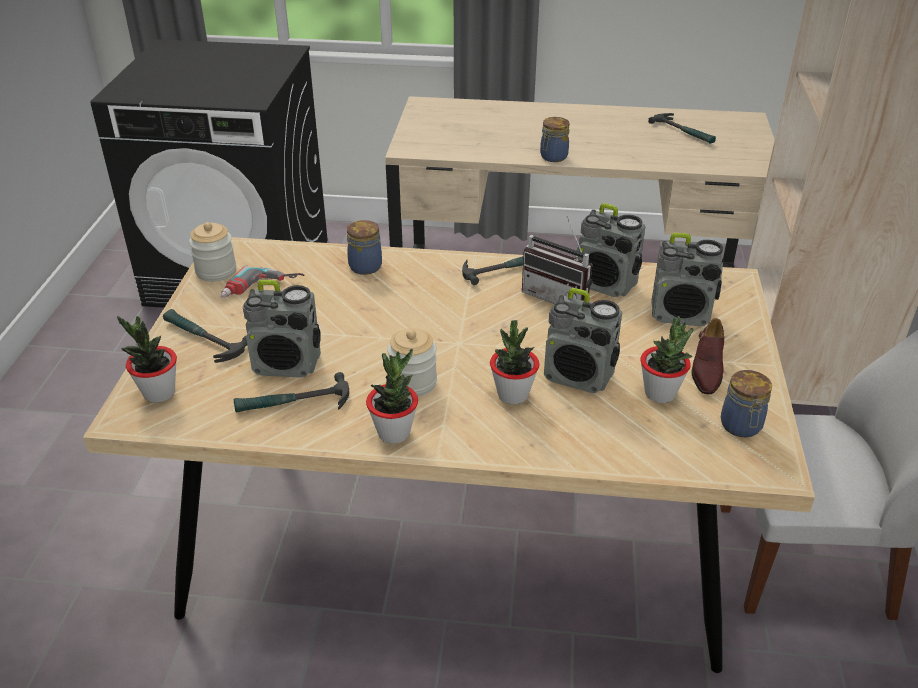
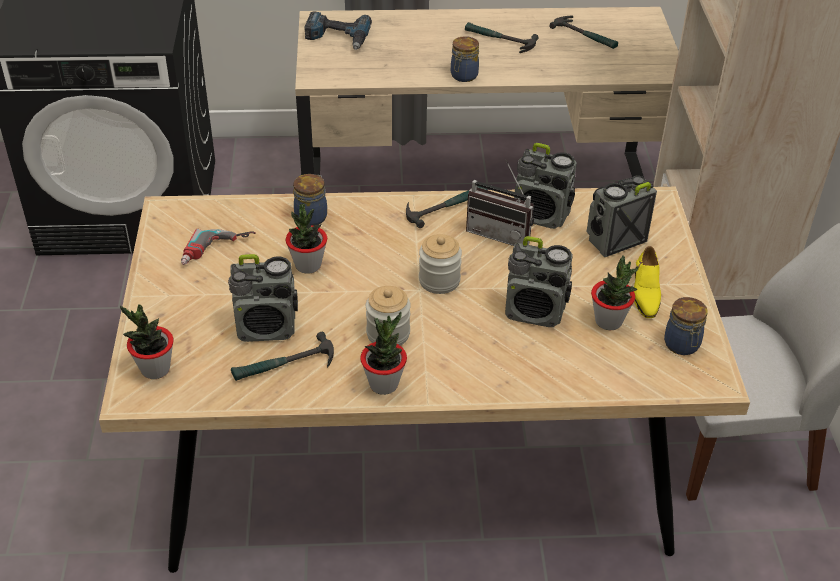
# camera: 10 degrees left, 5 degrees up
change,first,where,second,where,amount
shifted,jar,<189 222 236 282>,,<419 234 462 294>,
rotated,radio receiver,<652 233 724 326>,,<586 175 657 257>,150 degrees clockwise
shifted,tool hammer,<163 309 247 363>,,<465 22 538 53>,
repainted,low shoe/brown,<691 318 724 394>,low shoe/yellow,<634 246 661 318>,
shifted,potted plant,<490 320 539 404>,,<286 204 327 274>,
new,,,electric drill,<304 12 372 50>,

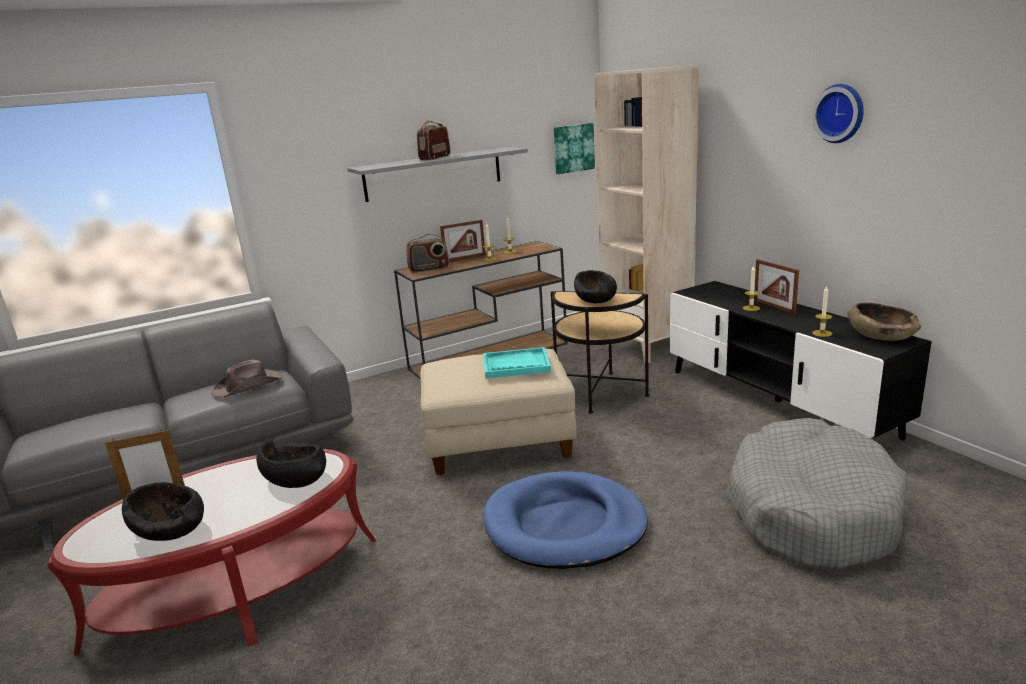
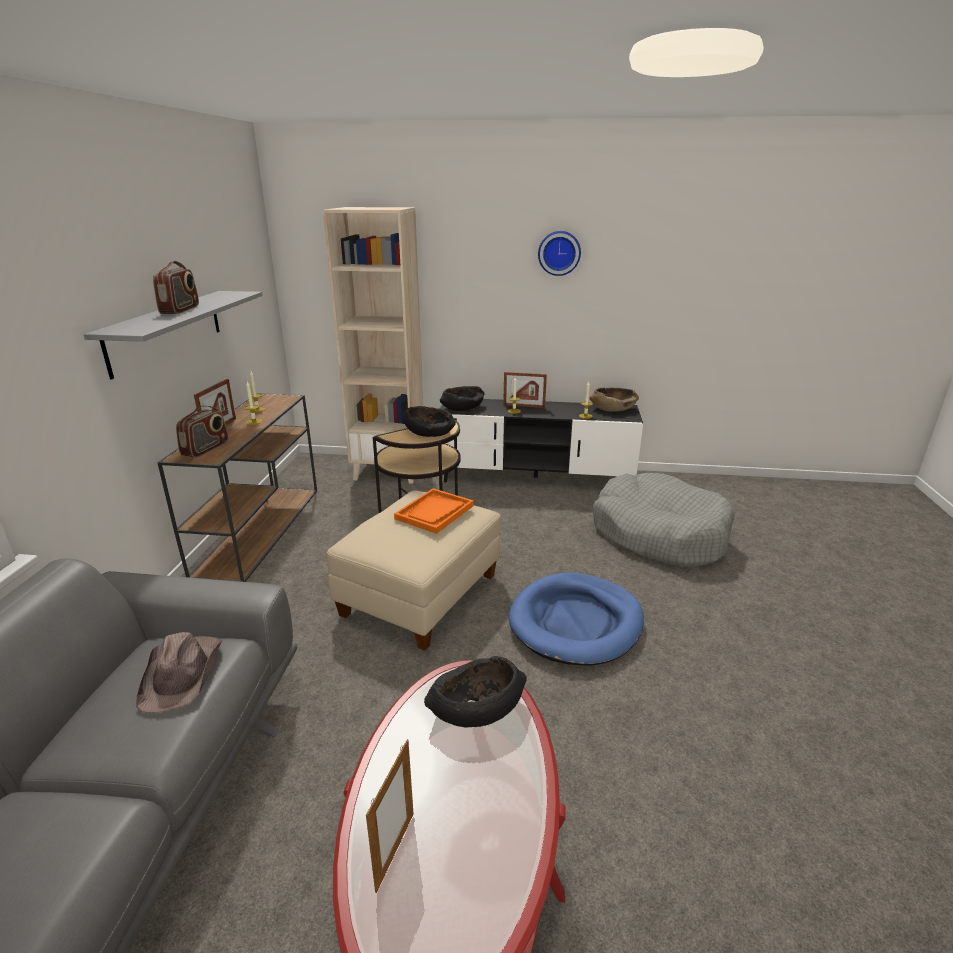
# camera: 55 degrees left, 5 degrees up
change,first,where,second,where,amount
rotated,radio receiver,<417 120 451 160>,,<153 261 199 314>,150 degrees counterclockwise
gone,wall art,<554 123 595 174>,,,
repainted,carrying tray/blue-green,<483 347 551 378>,carrying tray/orange-coloured,<394 488 474 534>,
shifted,deep dish/black-coloured,<122 482 204 541>,,<440 386 485 411>,

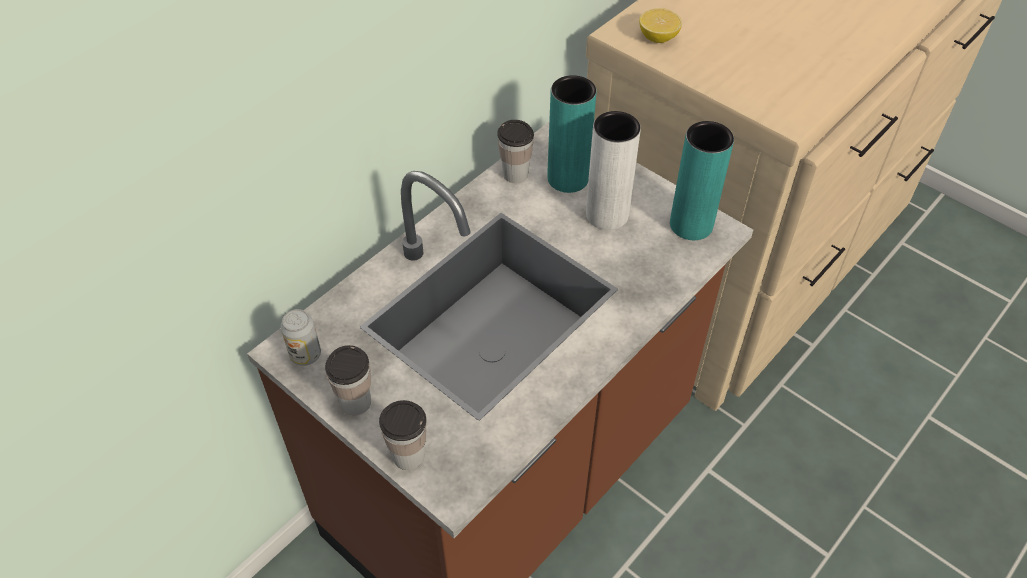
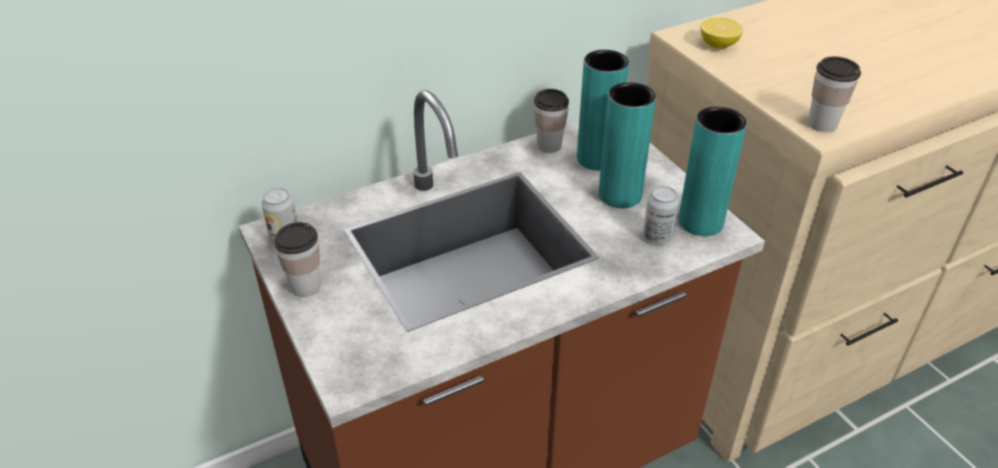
# camera: 20 degrees right, 10 degrees down
change,first,where,second,where,amount
repainted,flower vase/white,<586 111 641 230>,flower vase/blue-green,<599 82 656 208>,
shifted,drinking cup,<379 400 427 470>,,<808 57 861 132>,
new,,,sealed can,<643 186 679 244>,

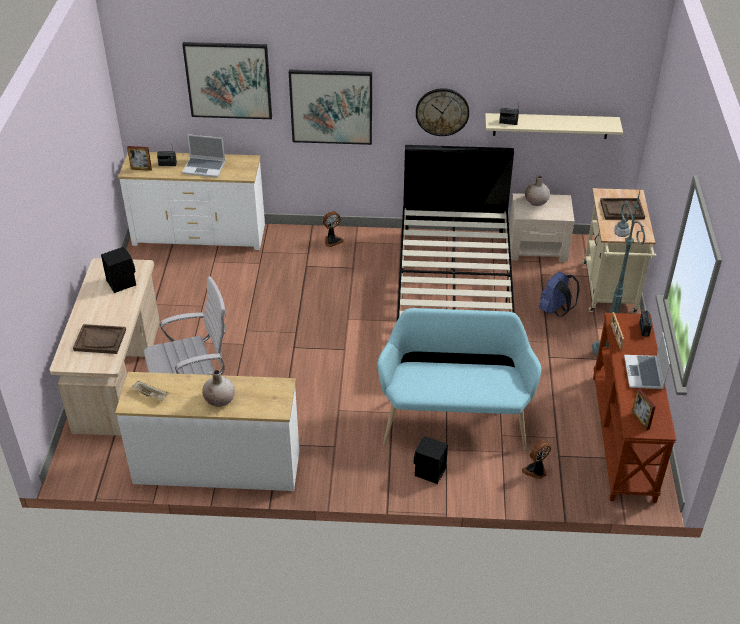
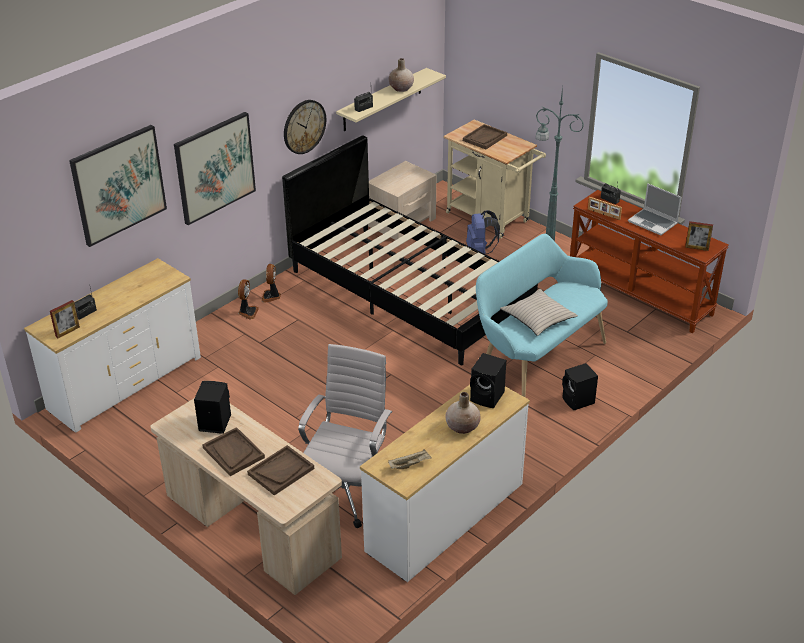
# camera: 50 degrees left, 5 degrees down
change,first,where,second,where,amount
gone,notebook computer,<182 134 225 177>,,,
shifted,flower vase/beige,<525 175 550 206>,,<389 58 414 92>,
shifted,cooling fan,<522 440 551 479>,,<262 264 281 303>,
new,,,throw pillow/beige,<500 289 578 336>,
new,,,audio speaker/black-coloured,<470 353 506 408>,
new,,,carrying tray/brown,<202 427 265 476>,

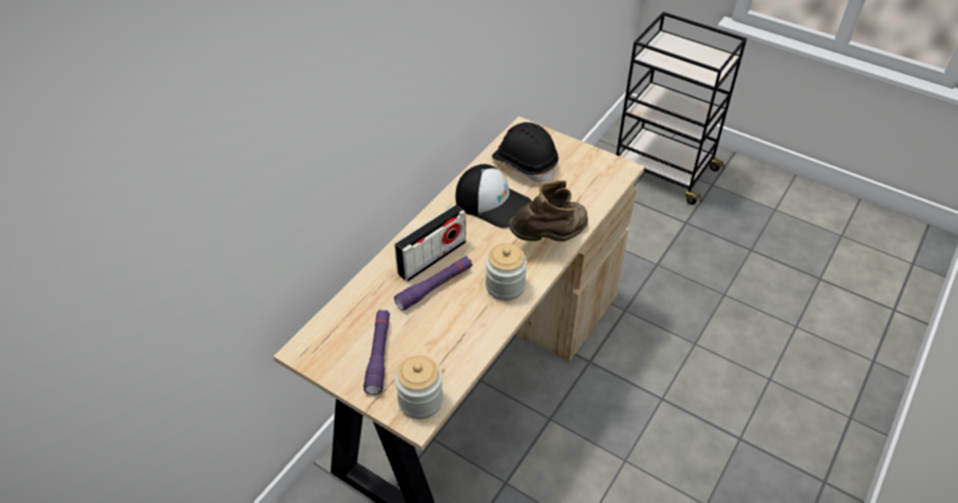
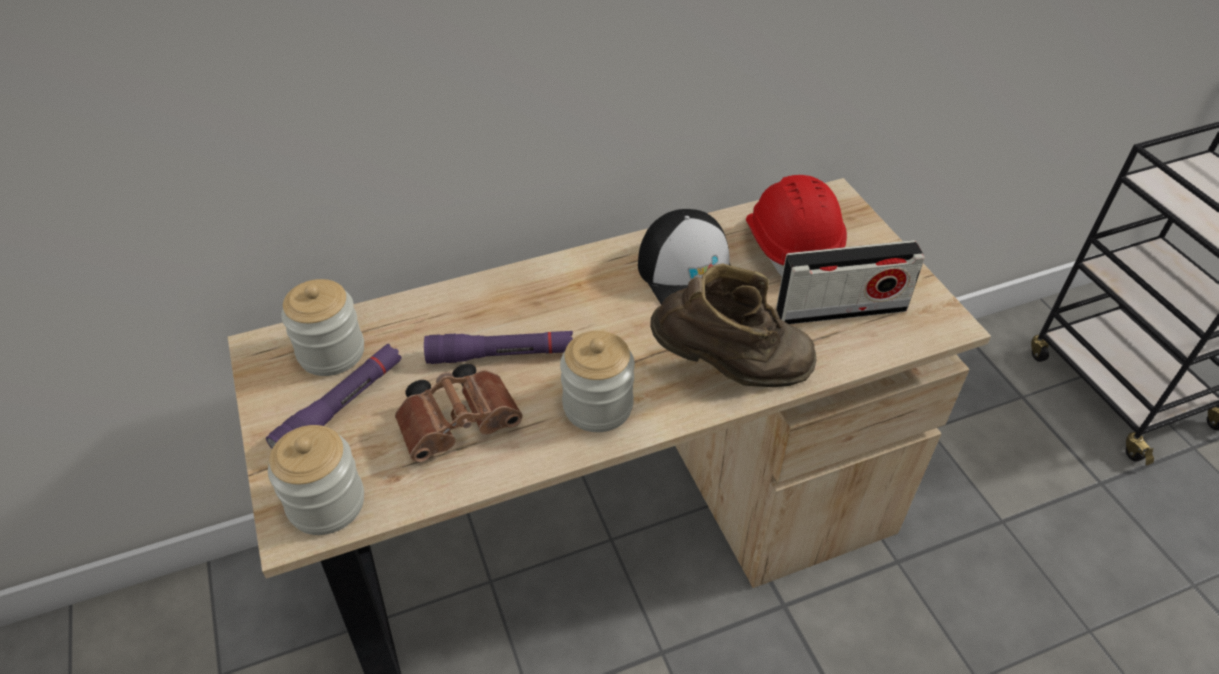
# camera: 35 degrees right, 0 degrees up
change,first,where,second,where,amount
repainted,safety helmet/black-coloured,<492 122 559 182>,safety helmet/reddish,<746 175 847 276>,
shifted,radio receiver,<394 204 466 282>,,<776 240 925 324>,
new,,,jar,<281 279 364 376>,
new,,,binoculars/brown,<395 364 523 462>,

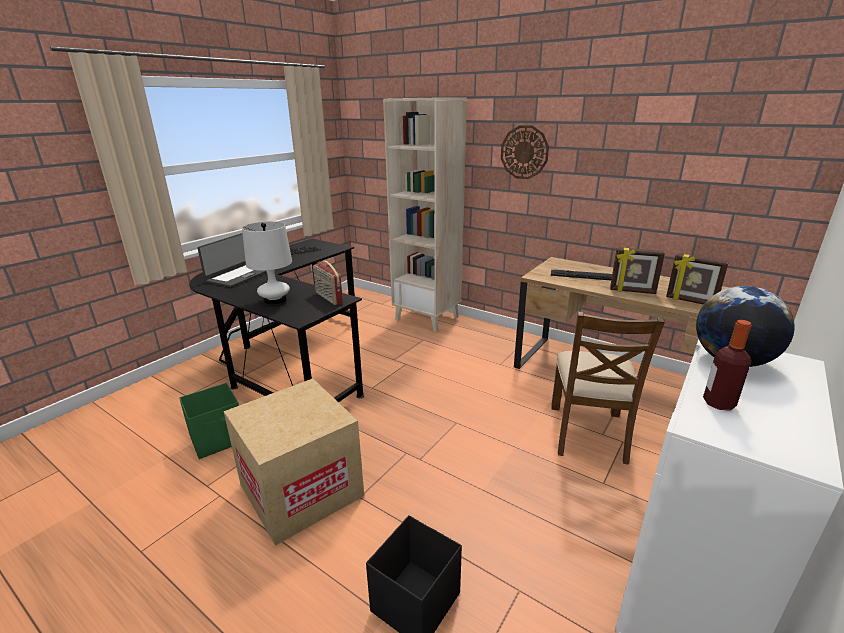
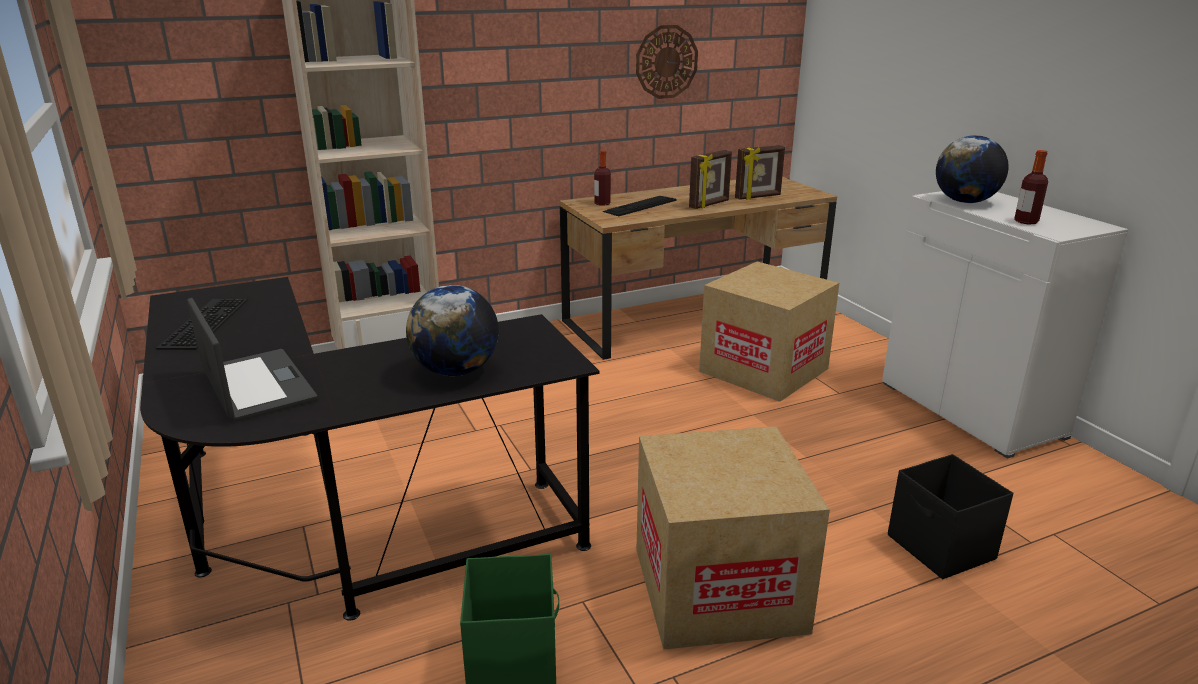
# camera: 60 degrees left, 0 degrees up
change,first,where,second,where,amount
shifted,clock on the wall,<501 125 549 179>,,<636 25 698 99>,
swapped,lamp for a table/white,<242 221 292 305>,desk globe,<406 285 499 376>,
gone,radio receiver,<313 261 343 305>,,,
swapped,upright chair/brown,<551 311 665 465>,carton,<699 262 839 402>,
new,,,drink bottle,<594 150 611 206>,

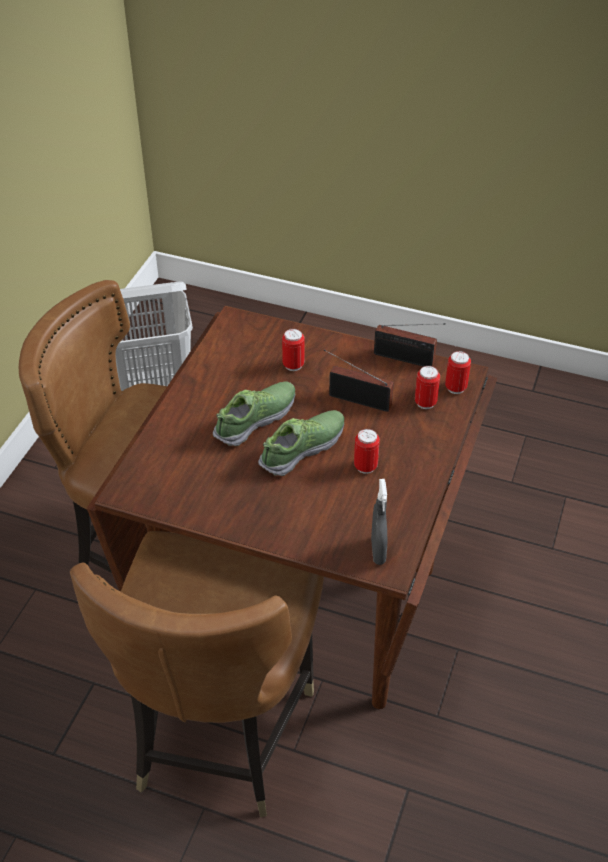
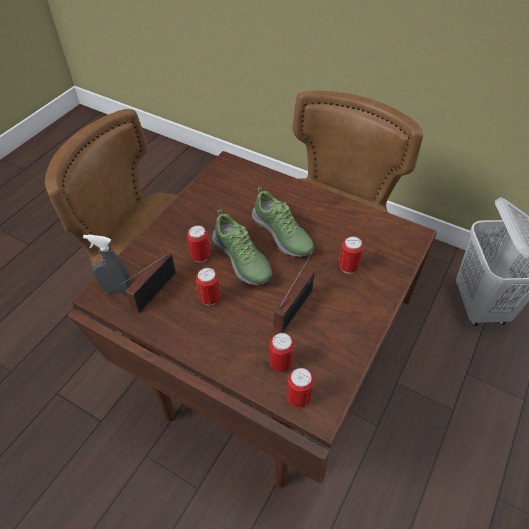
# camera: 100 degrees right, 5 degrees up
change,first,where,second,where,amount
shifted,radio receiver,<374 323 446 367>,,<120 251 176 313>,
new,,,sealed can,<187 225 210 262>,

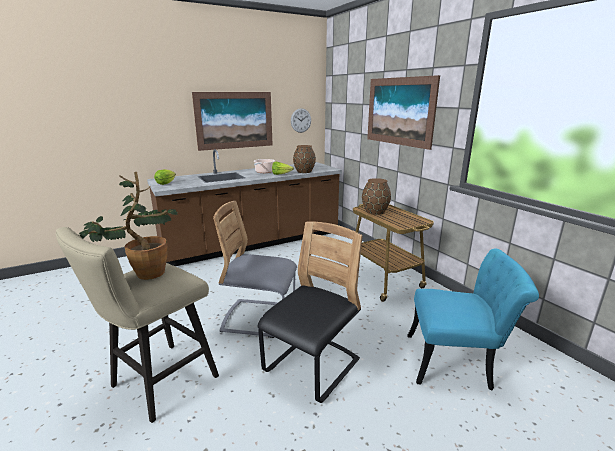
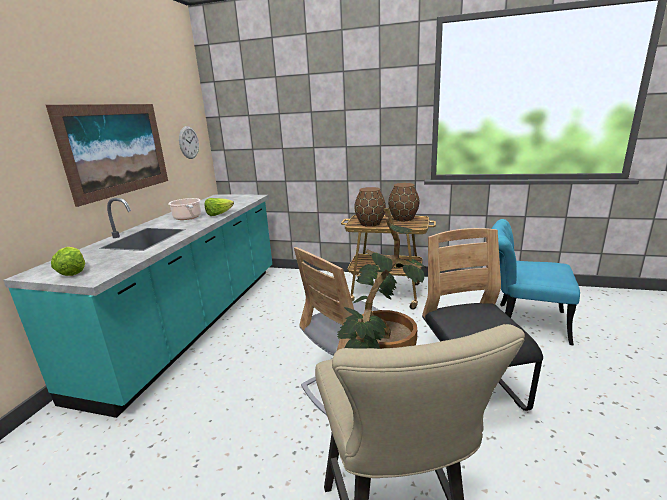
# camera: 45 degrees left, 0 degrees up
change,first,where,second,where,amount
gone,wall art,<367 75 440 150>,,,
shifted,flower vase/brown,<293 145 316 173>,,<388 183 419 221>,
repainted,kitchen counter/brown,<147 149 342 266>,kitchen counter/blue-green,<3 194 272 418>,
rotated,upright chair/blue-green,<407 249 539 390>,,<492 219 580 345>,120 degrees counterclockwise

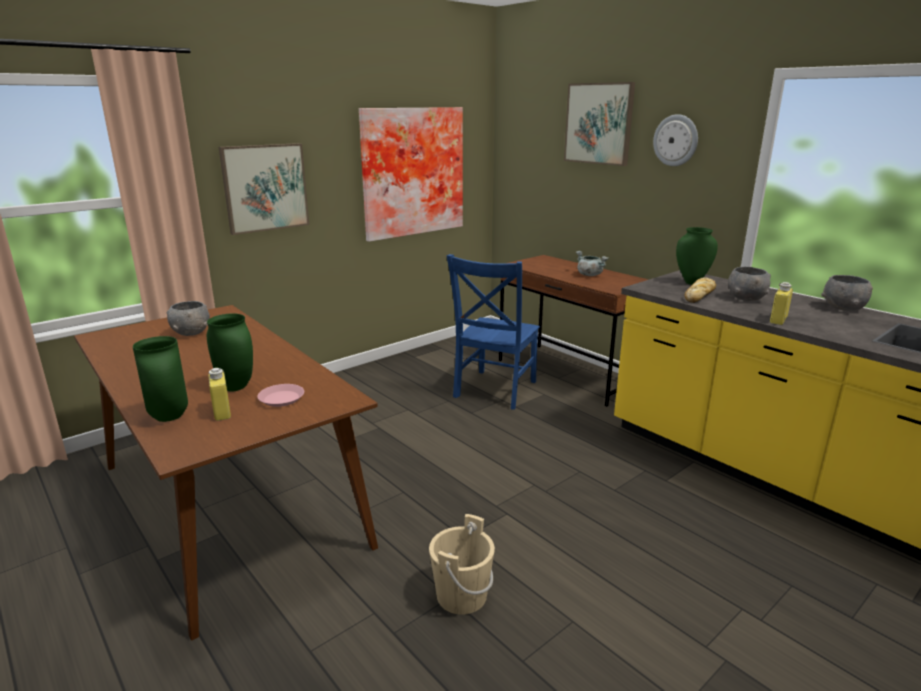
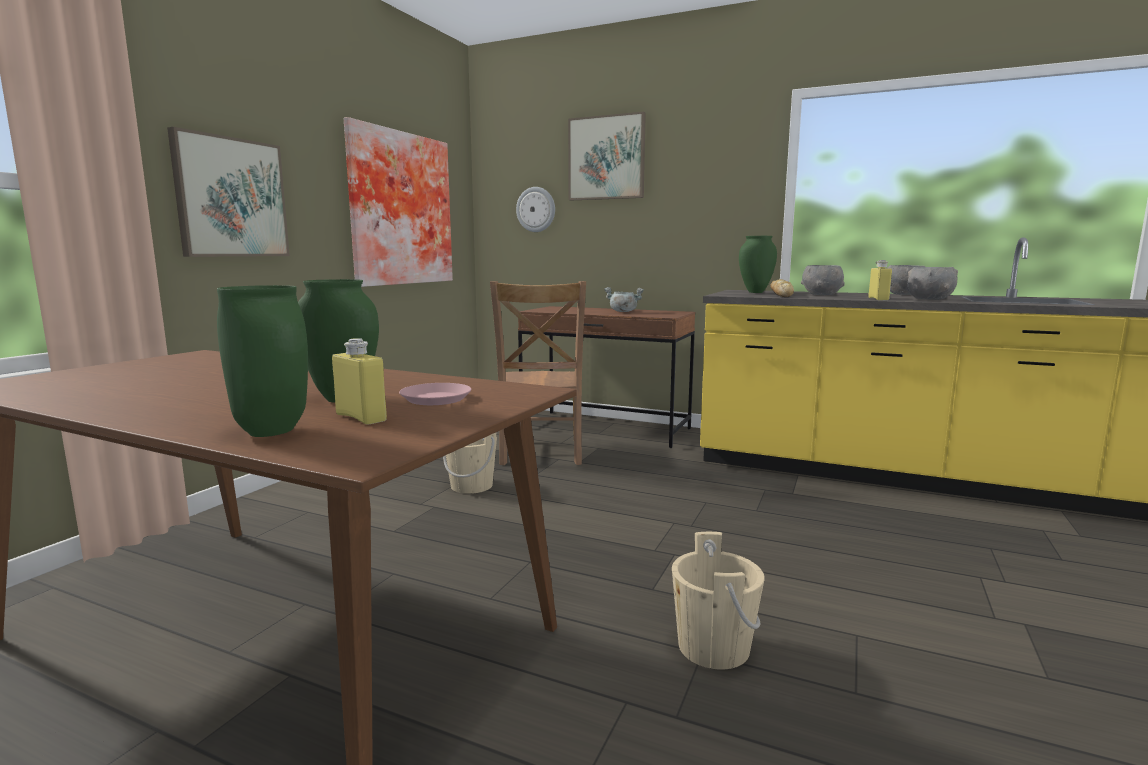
# camera: 25 degrees left, 10 degrees down
change,first,where,second,where,amount
shifted,clock on the wall,<653 114 698 166>,,<516 187 555 232>,
repainted,upright chair/blue-coloured,<446 254 540 410>,upright chair/brown,<490 281 586 465>,
shifted,deep dish/gray,<167 301 210 336>,,<908 267 958 300>,
new,,,pail/beige,<443 433 497 494>,

